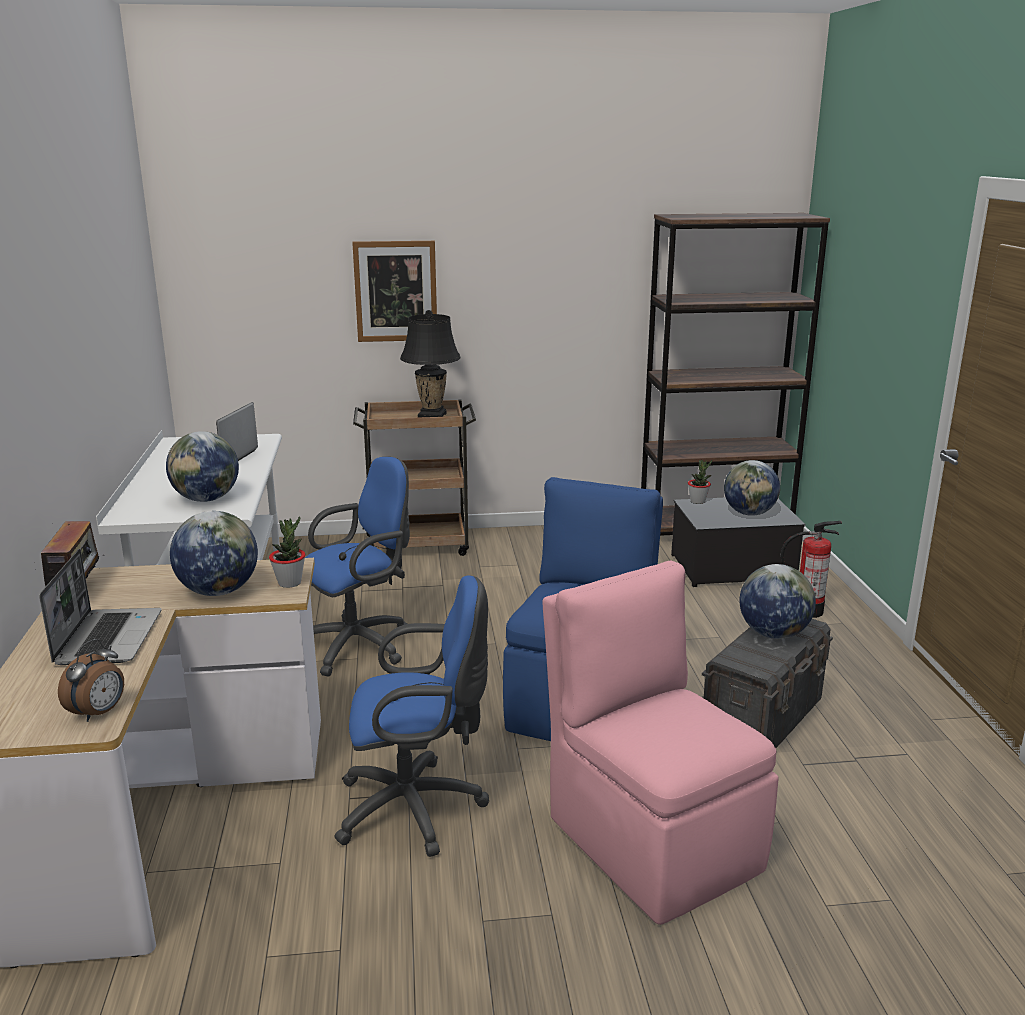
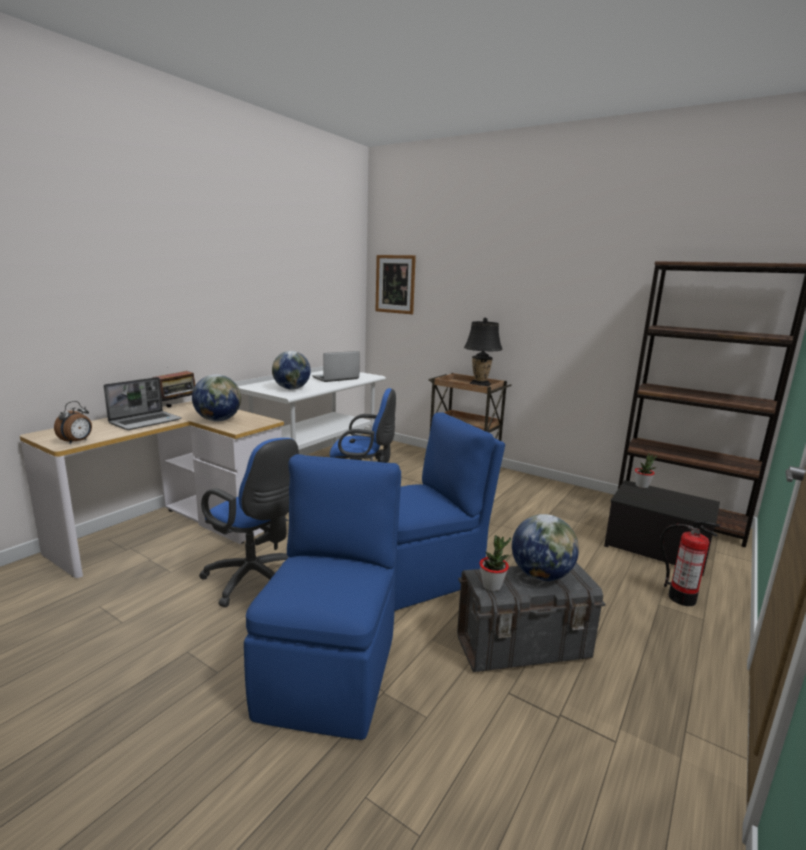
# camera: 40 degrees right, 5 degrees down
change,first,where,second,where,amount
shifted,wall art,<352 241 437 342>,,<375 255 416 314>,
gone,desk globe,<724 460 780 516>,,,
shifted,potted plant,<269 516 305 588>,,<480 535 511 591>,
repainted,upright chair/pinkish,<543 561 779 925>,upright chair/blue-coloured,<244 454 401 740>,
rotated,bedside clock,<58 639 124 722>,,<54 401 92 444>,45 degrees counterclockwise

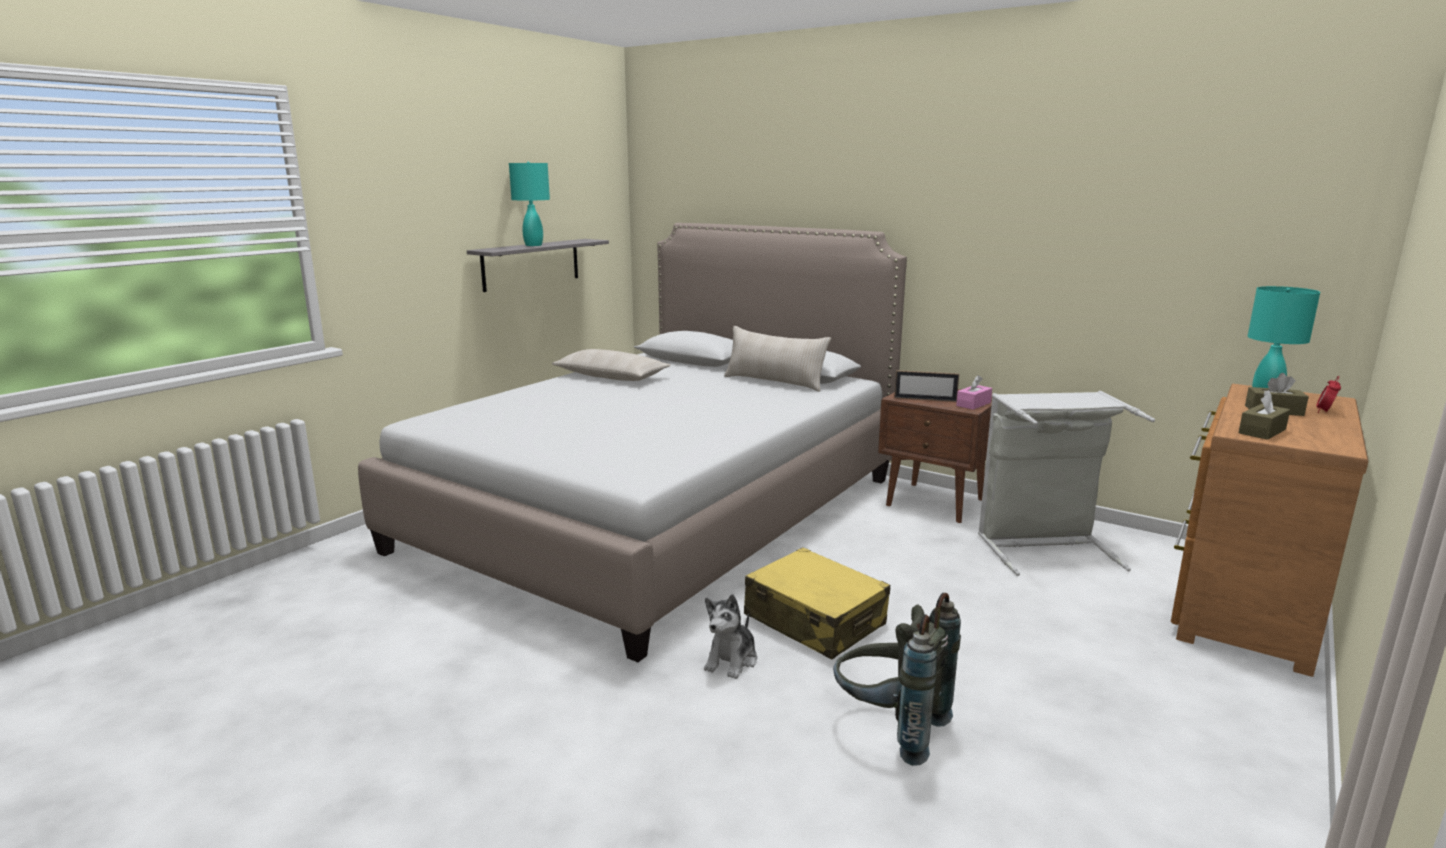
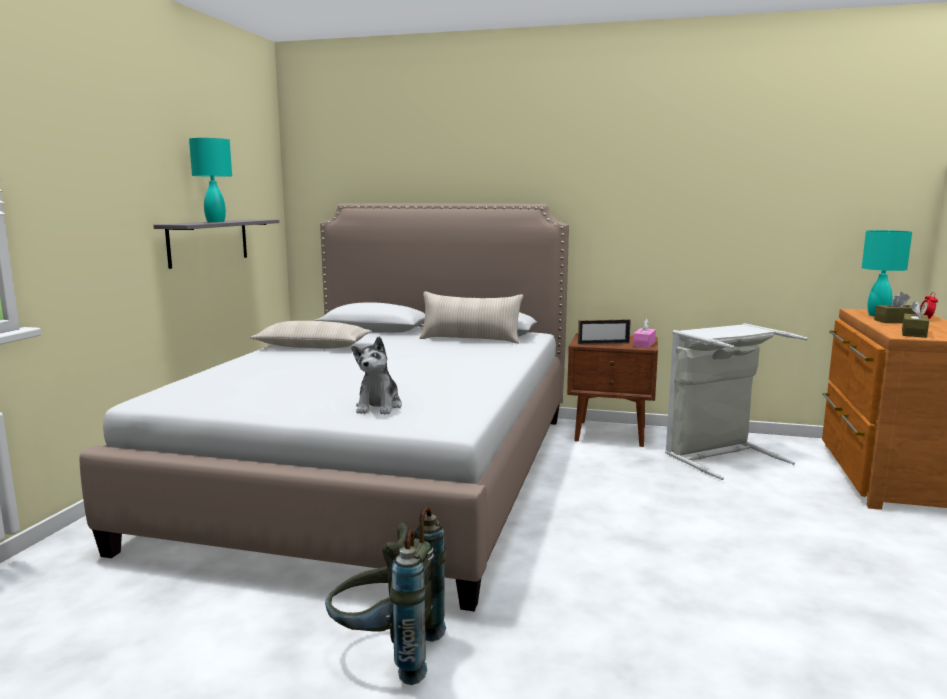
# camera: 20 degrees left, 5 degrees down
change,first,where,second,where,amount
gone,suitcase/yellow,<744 547 890 659>,,,
shifted,backpack/gray,<833 593 961 766>,,<325 507 446 685>,
shifted,cuddly toy,<704 594 757 679>,,<352 337 402 414>,

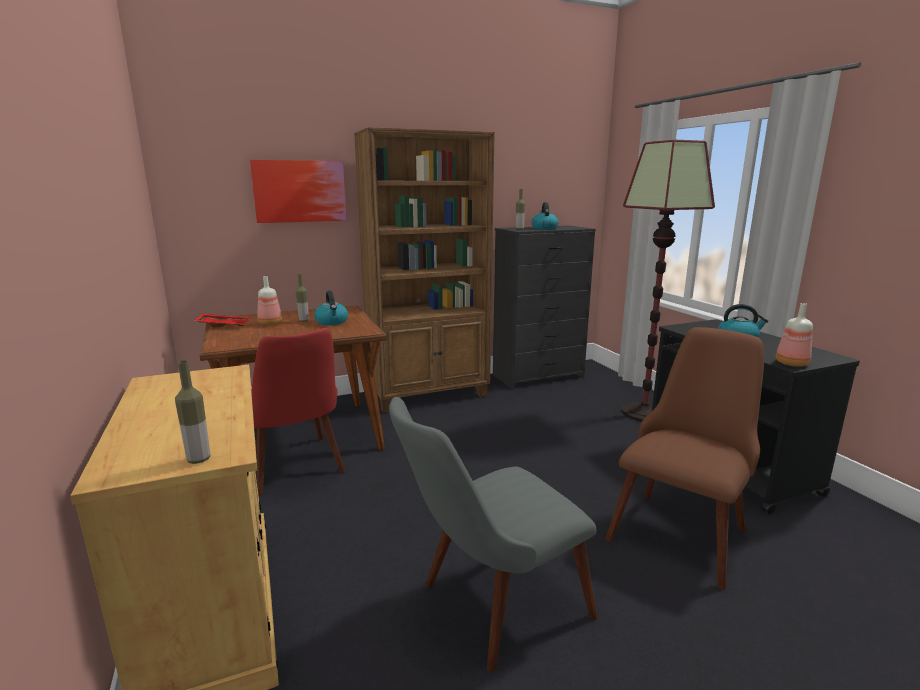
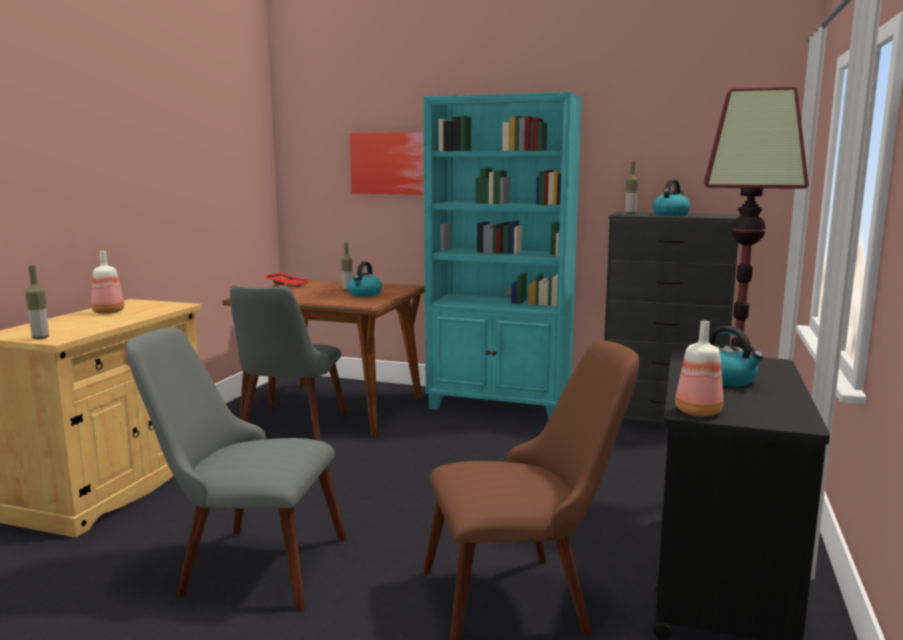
# camera: 40 degrees right, 5 degrees down
change,first,where,second,where,amount
repainted,bookcase/brown,<354 127 495 413>,bookcase/blue-green,<423 92 582 421>,
shifted,drink bottle,<257 276 282 325>,,<91 251 124 314>,
repainted,upright chair/reddish,<251 328 345 496>,upright chair/gray,<230 285 347 441>,

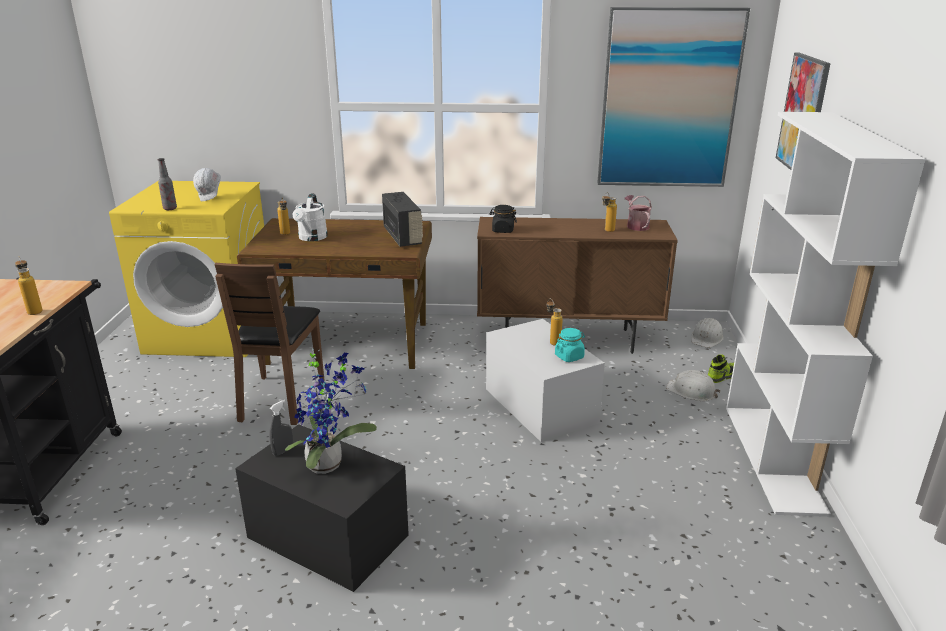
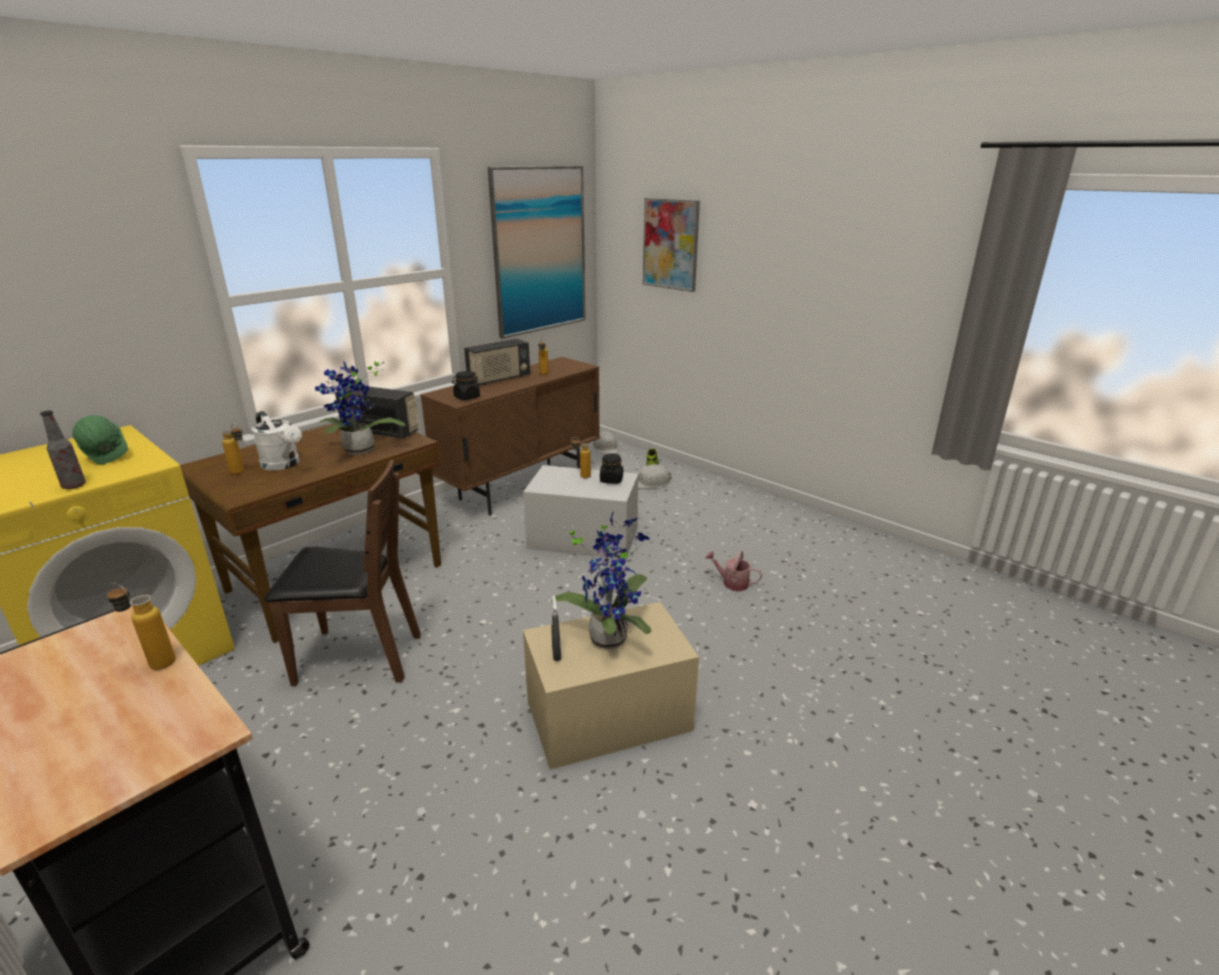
# camera: 50 degrees left, 0 degrees up
change,first,where,second,where,amount
gone,bookcase/white,<726 112 926 517>,,,
repainted,safety helmet/white,<193 168 221 202>,safety helmet/green,<72 415 128 465>,
shifted,watering can,<625 195 652 231>,,<705 551 762 591>,
rotated,upright chair/brown,<215 263 324 425>,,<264 459 421 686>,45 degrees counterclockwise
repainted,jar/blue-green,<555 328 585 362>,jar/black-coloured,<600 454 623 484>,
repainted,storage container/black-coloured,<235 424 409 592>,storage container/beige,<523 602 699 770>,
new,,,radio receiver,<464 338 530 385>,
new,,,potted plant,<315 360 406 455>,

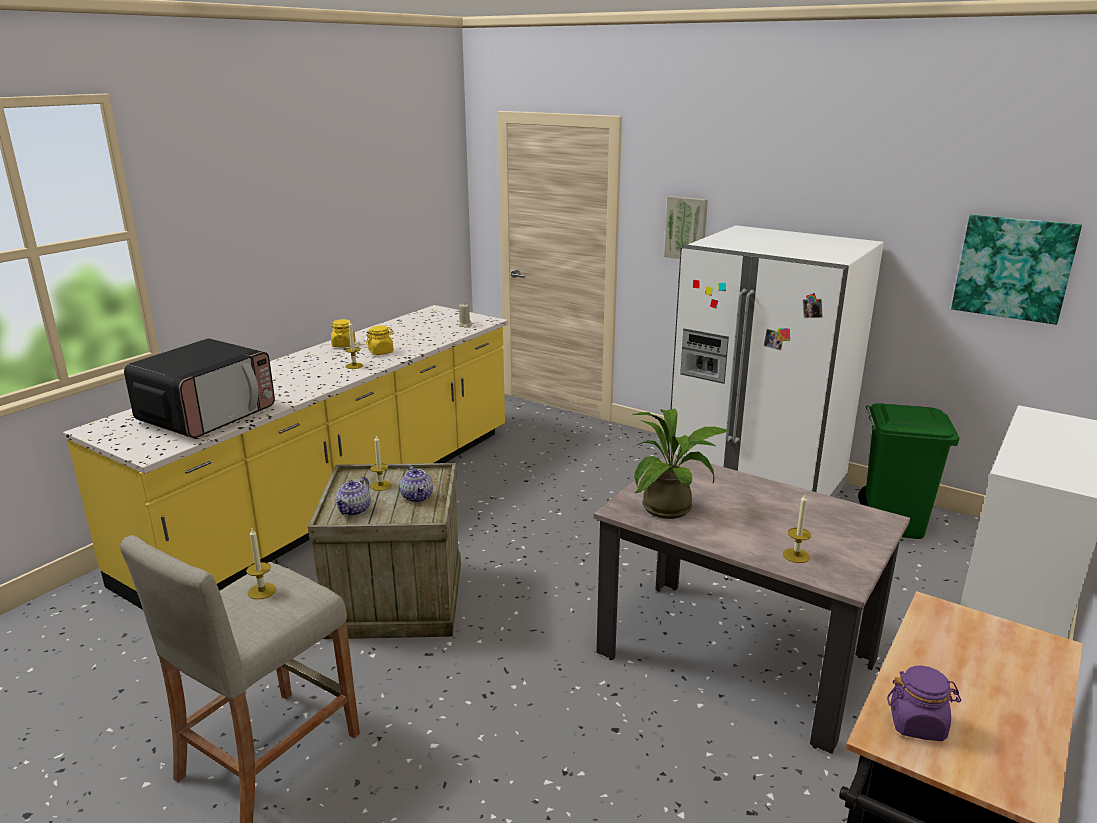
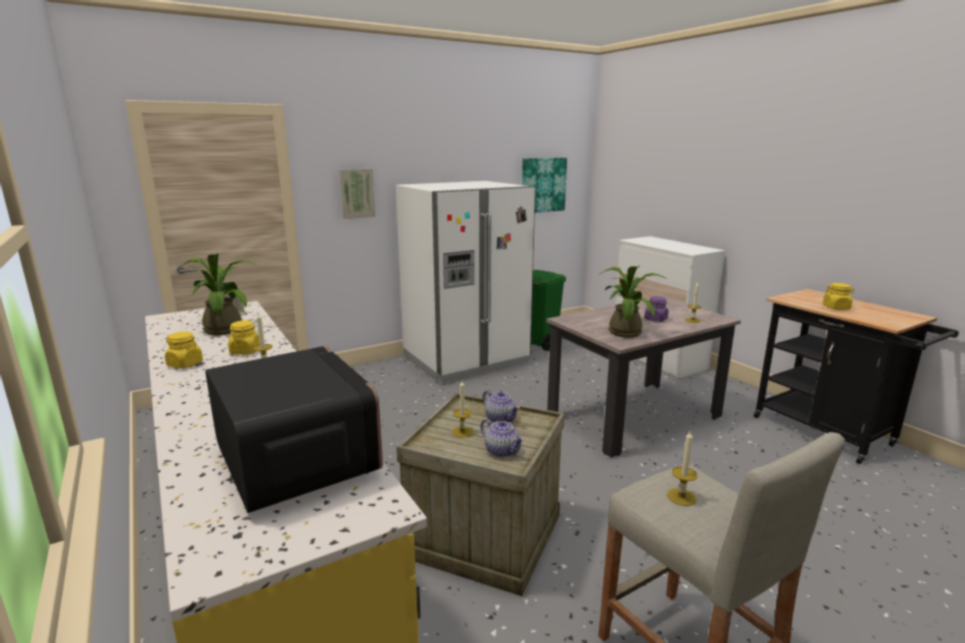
# camera: 65 degrees left, 5 degrees down
change,first,where,second,where,amount
rotated,tea pot,<400 465 433 502>,,<483 390 520 423>,45 degrees clockwise
shifted,jar/purple,<887 666 962 741>,,<644 296 668 322>,
new,,,potted plant,<177 253 255 335>,
new,,,jar/yellow,<823 283 855 310>,

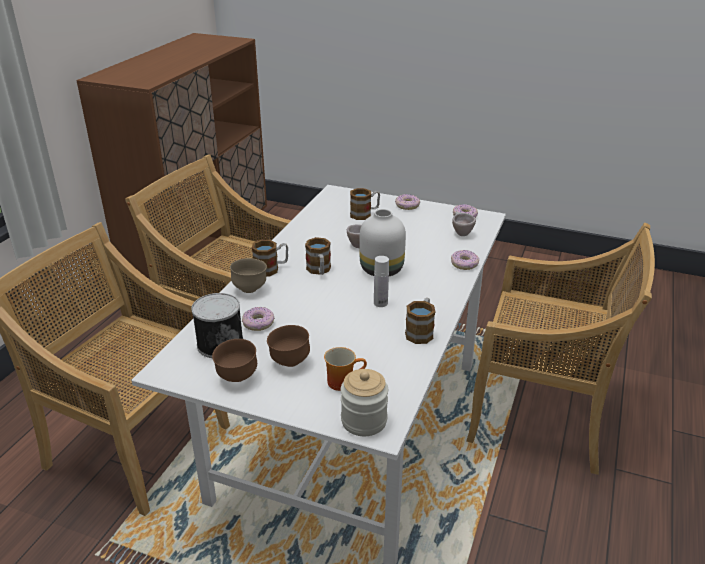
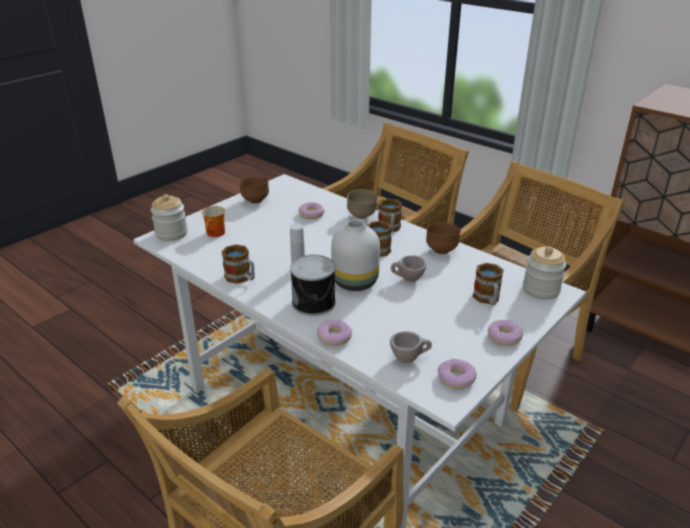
# camera: 110 degrees right, 0 degrees up
change,first,where,second,where,amount
shifted,sealed can,<191 293 243 358>,,<290 255 336 316>,
shifted,deep dish/brown,<267 325 310 367>,,<426 222 461 254>,
new,,,jar,<523 246 566 300>,

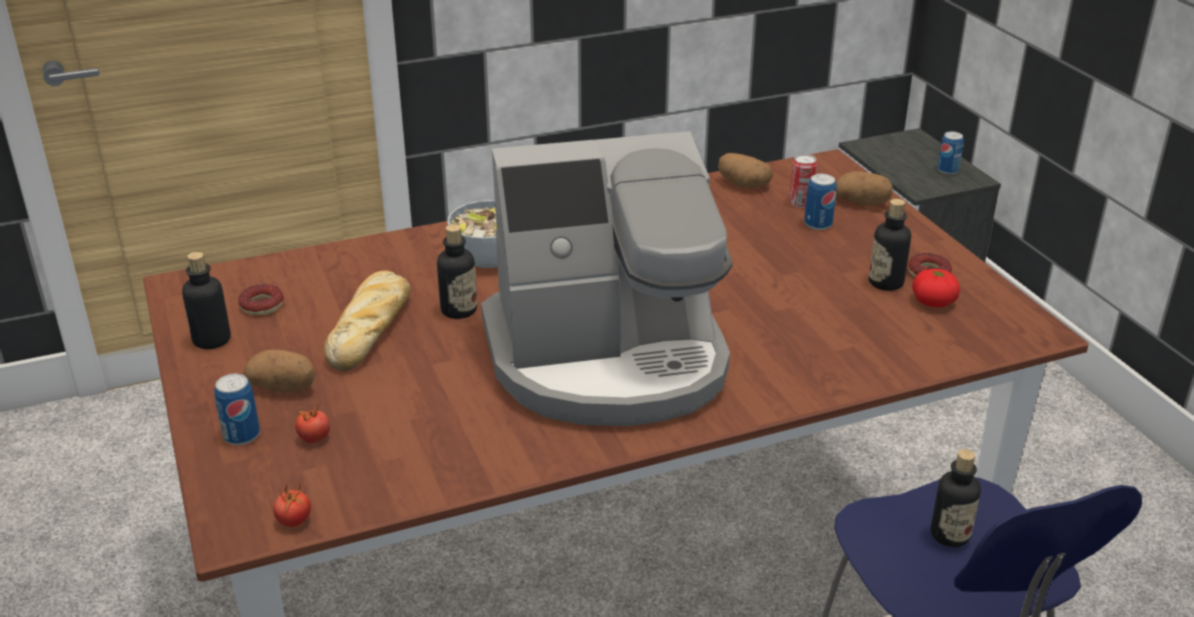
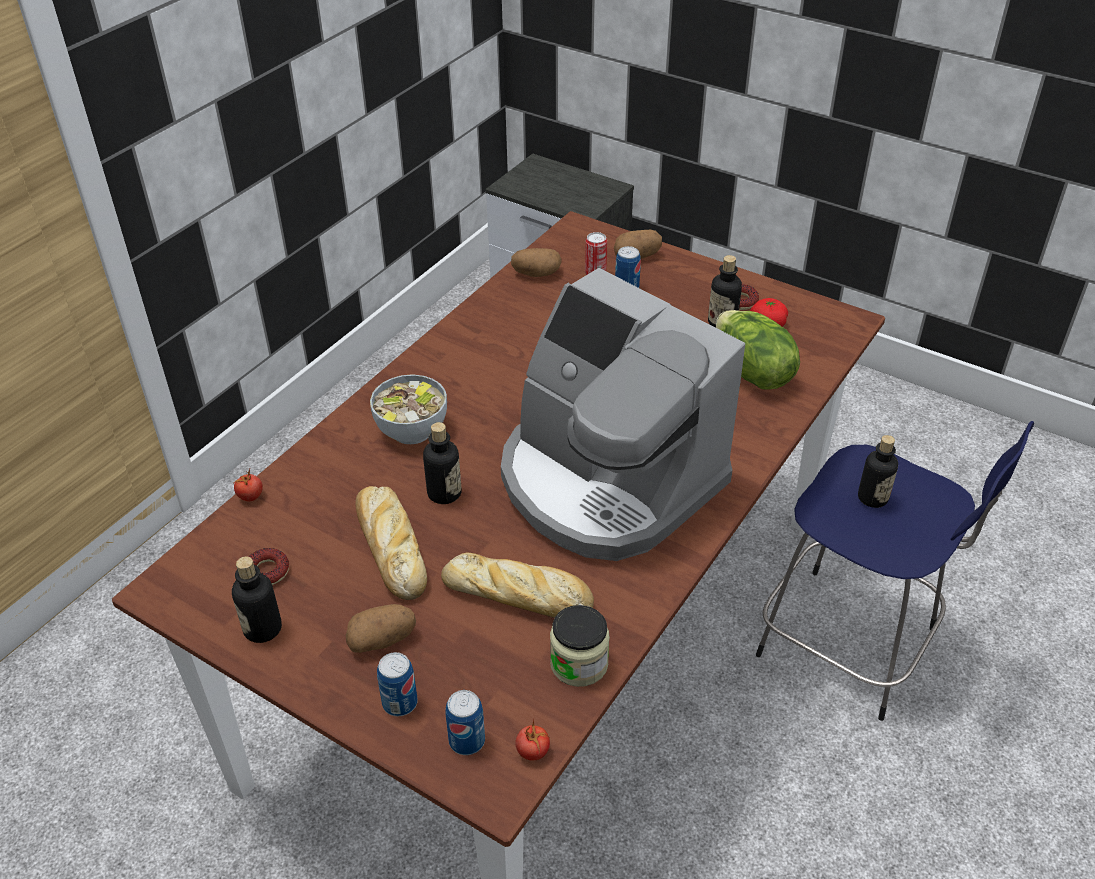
# camera: 35 degrees left, 10 degrees up
change,first,where,second,where,amount
rotated,coffee machine,<481 131 733 426>,,<501 268 745 561>,90 degrees clockwise
shifted,sealed can,<937 132 964 174>,,<445 690 485 755>,
shifted,fresh tomato,<295 404 330 443>,,<233 469 263 501>,
new,,,lettuce,<716 310 800 390>,
new,,,bread,<441 553 594 618>,
new,,,jar,<550 605 610 687>,

